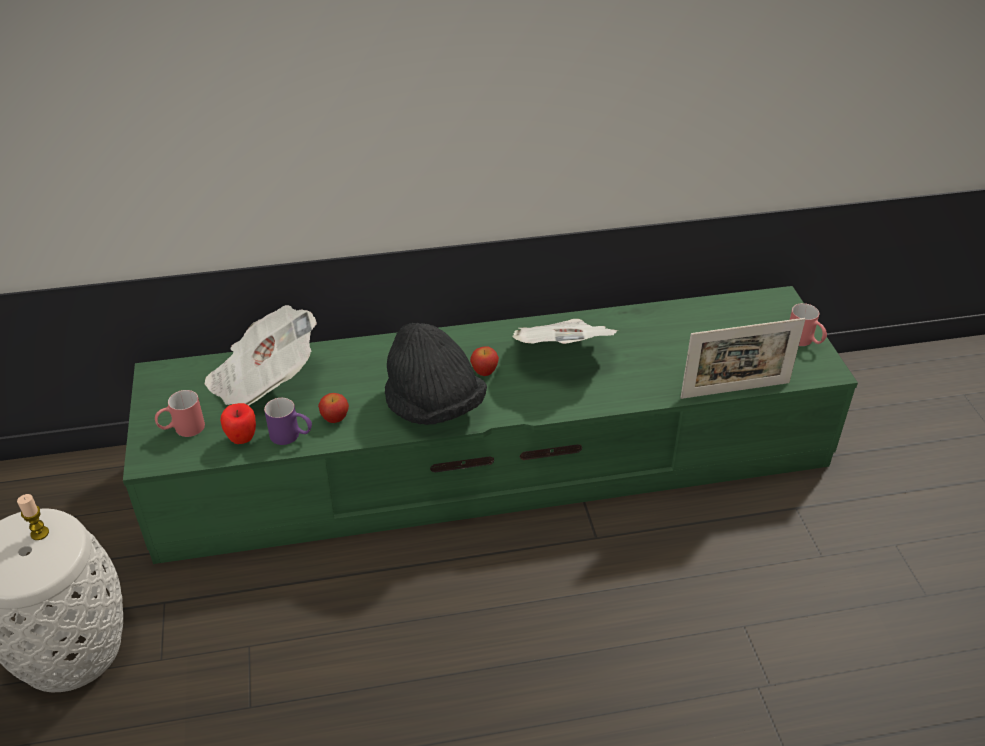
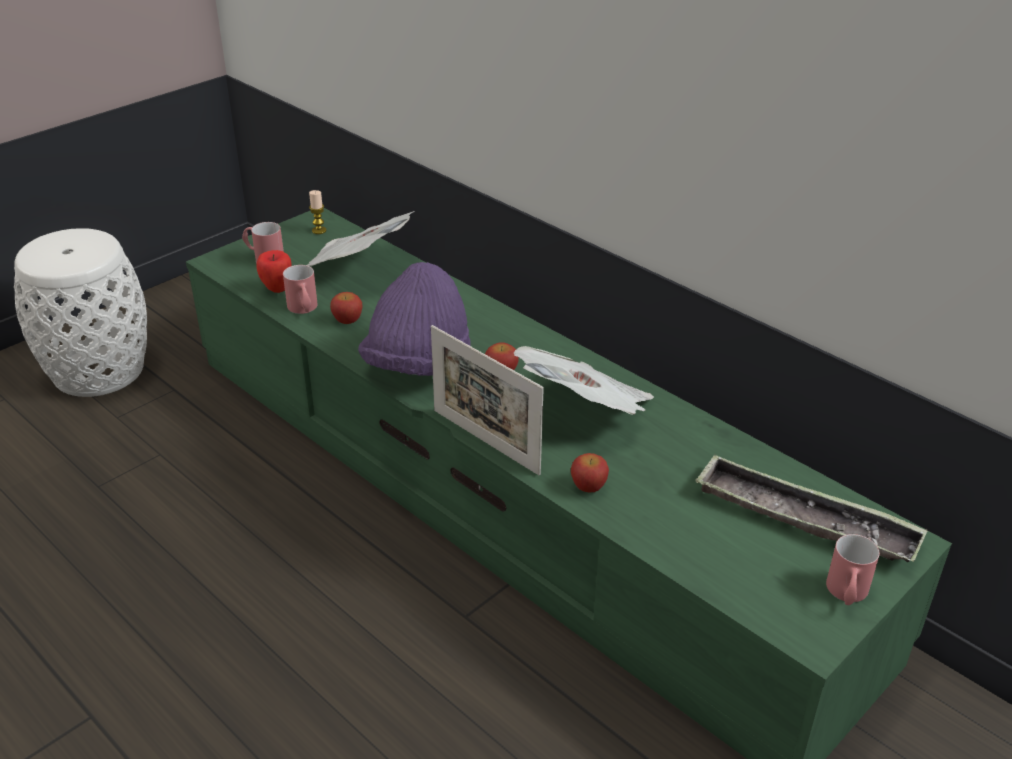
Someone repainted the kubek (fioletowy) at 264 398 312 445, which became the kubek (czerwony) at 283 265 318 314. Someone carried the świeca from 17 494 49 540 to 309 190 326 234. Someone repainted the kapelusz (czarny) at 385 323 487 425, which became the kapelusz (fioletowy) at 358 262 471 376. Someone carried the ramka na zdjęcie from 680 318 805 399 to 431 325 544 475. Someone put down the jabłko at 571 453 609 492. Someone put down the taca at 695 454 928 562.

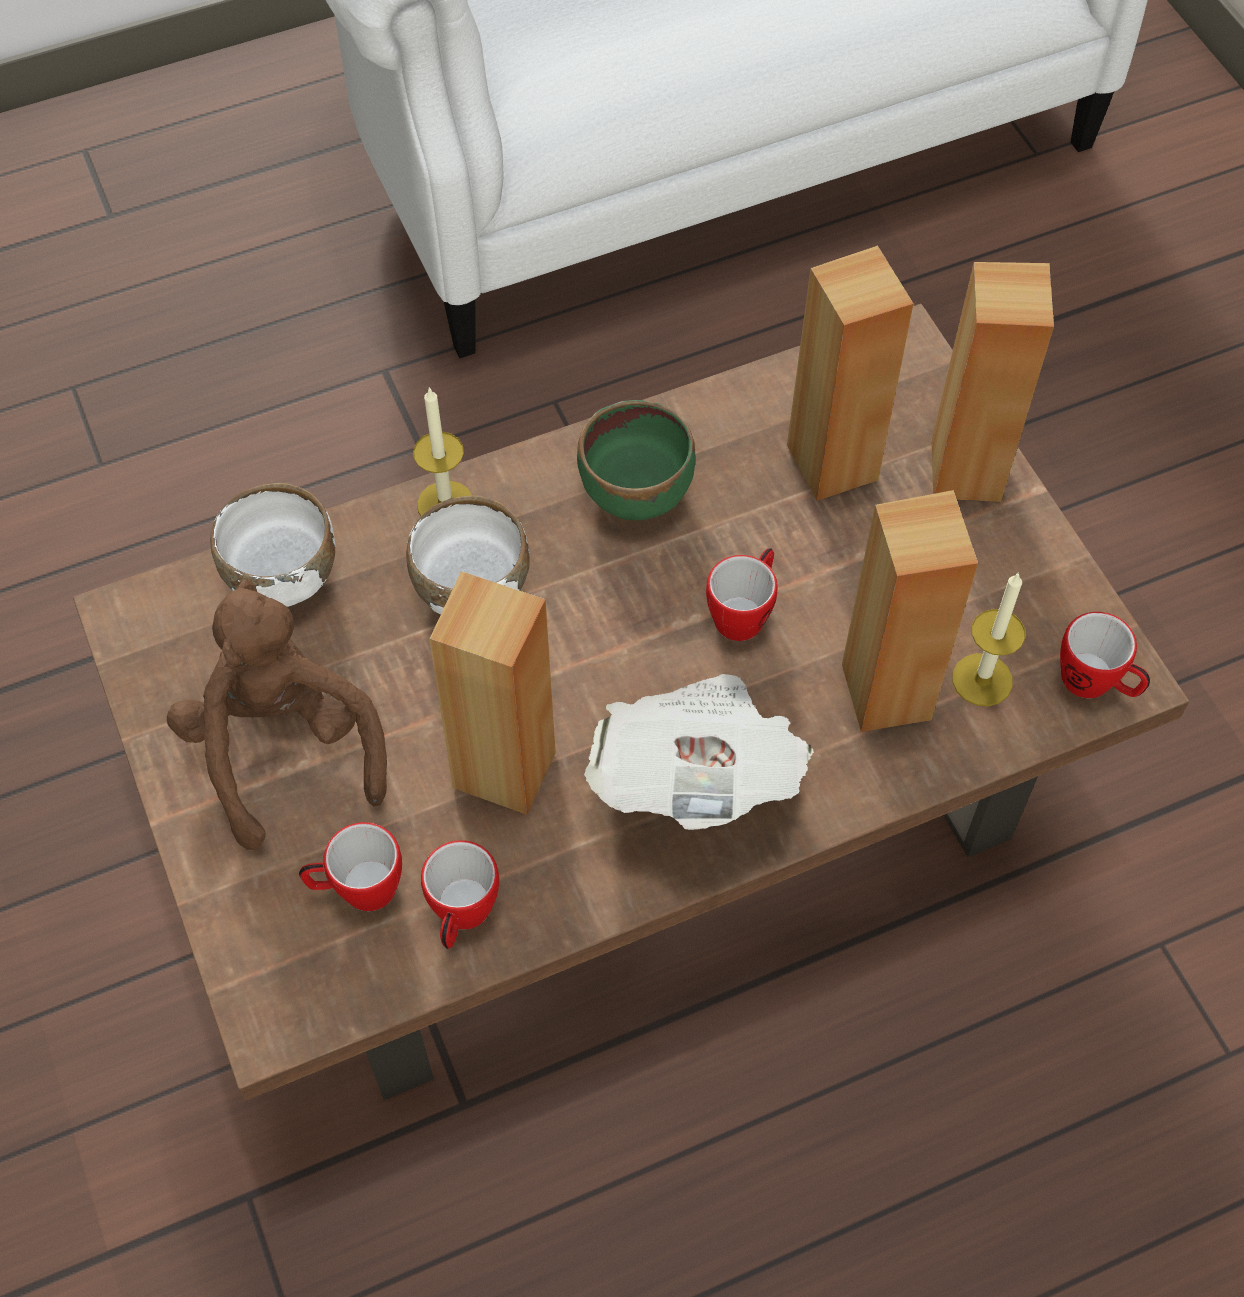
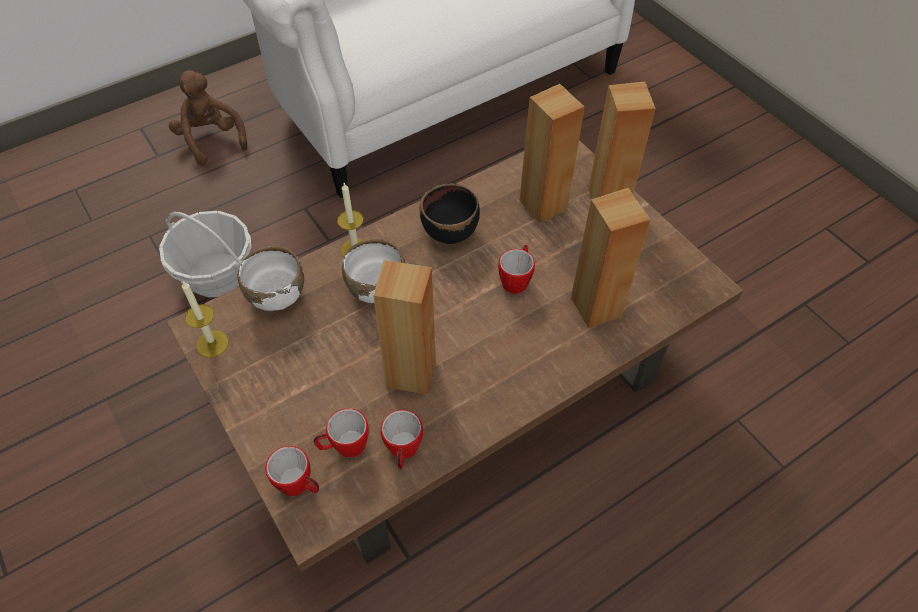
Someone put down the koszyk at 159 211 251 298. Someone carried the pluszak (brązowy) from 167 580 387 850 to 169 71 247 166. Someone carried the świeca from 952 573 1025 707 to 182 281 229 358. Someone carried the kubek from 1060 612 1150 698 to 266 446 319 496. Someone repainted the miska (zielony) at 577 400 695 520, which became the miska (czarny) at 420 183 480 244. Someone took away the gazeta at 584 674 814 830.

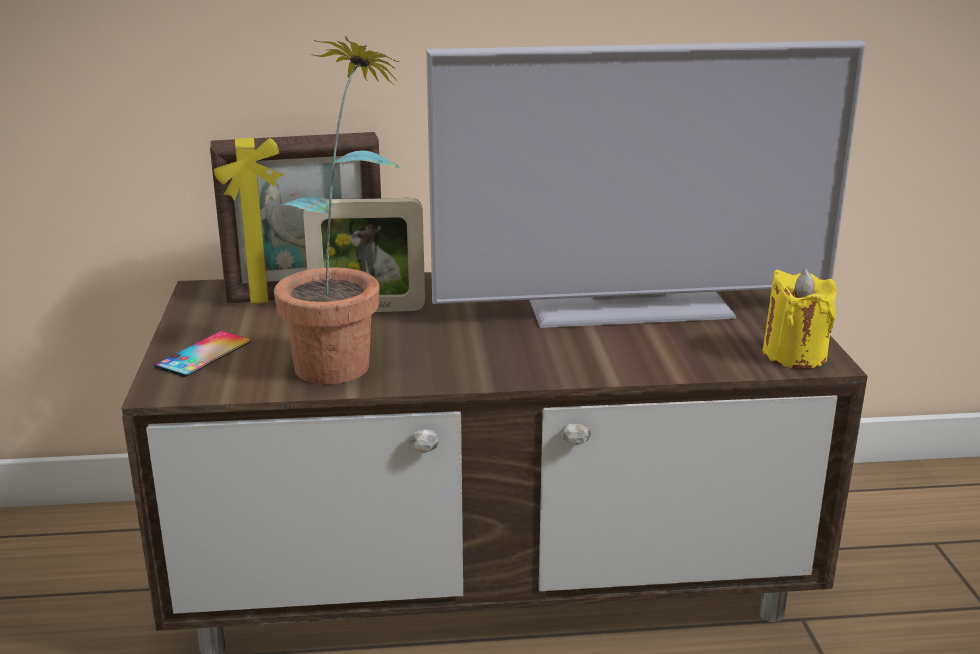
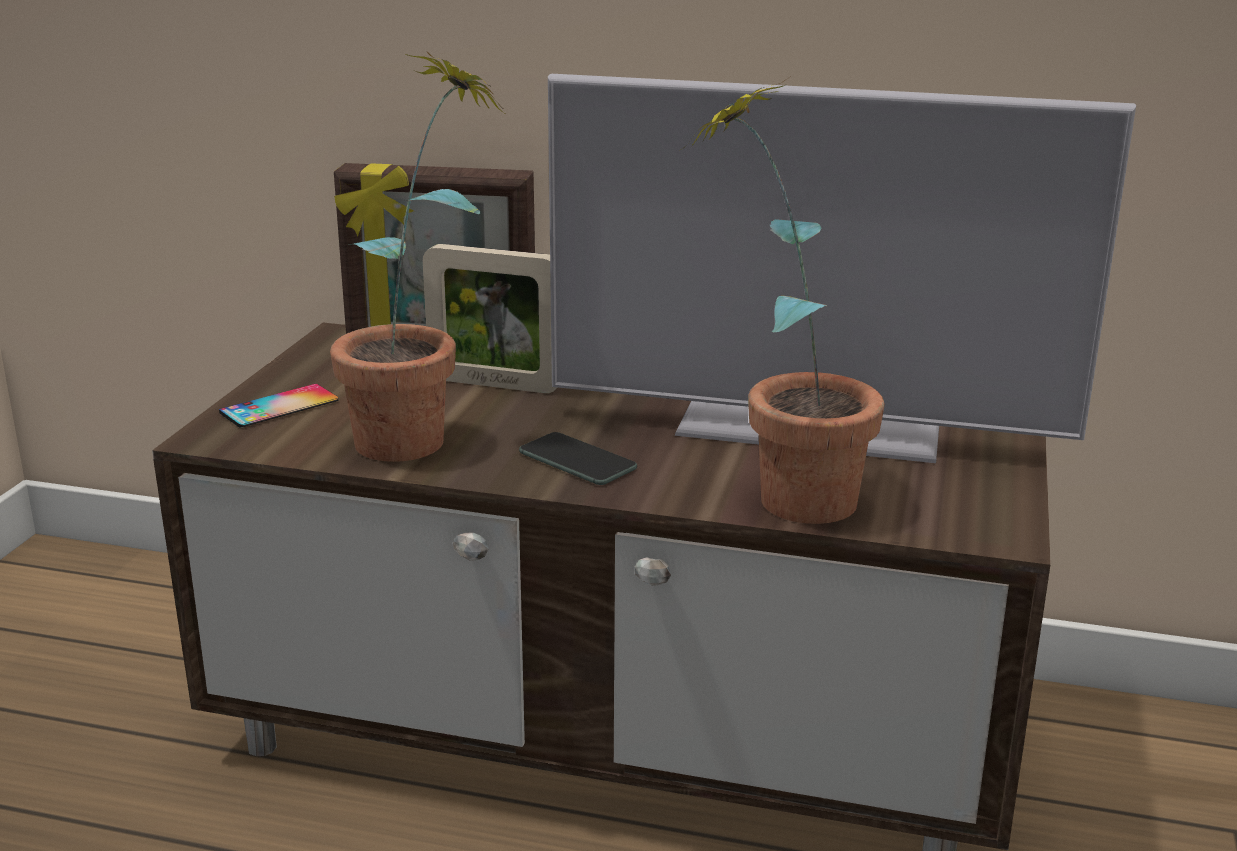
Someone put down the telefon at 519 432 637 485. Someone put down the roślina doniczkowa at 681 76 885 524. Someone took away the świeca (żółty) at 762 269 837 369.

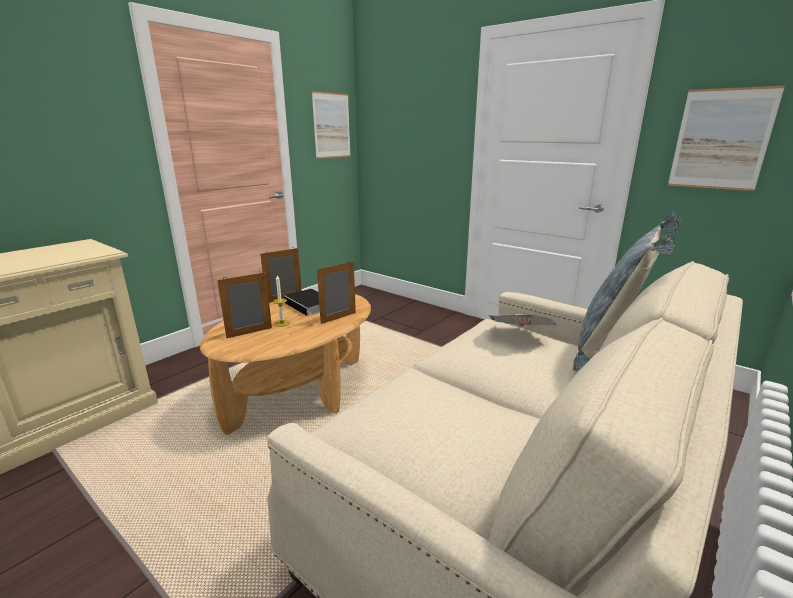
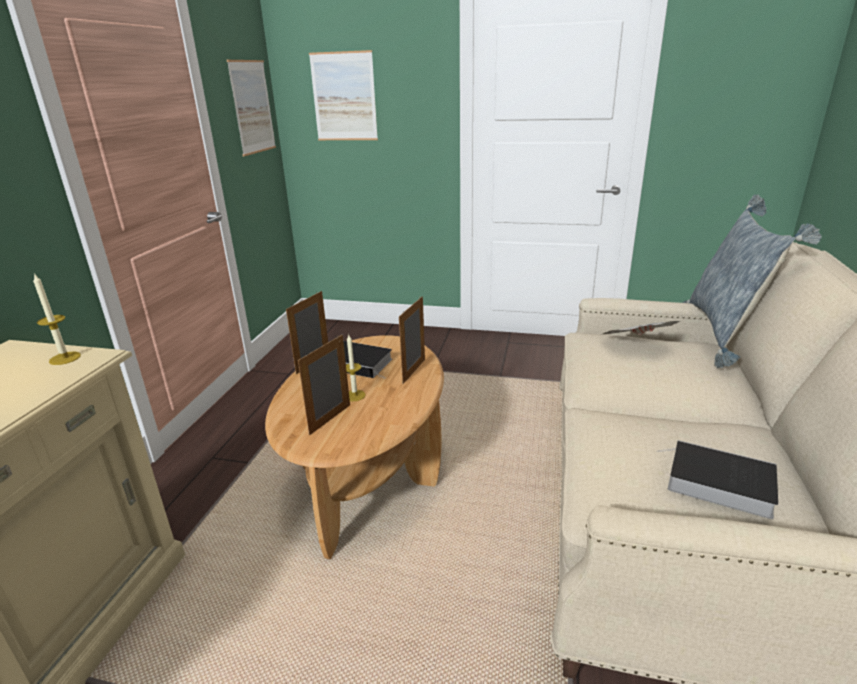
Someone put down the świeca at 33 273 81 365. Someone carried the obraz from 668 86 785 191 to 309 50 378 140. Someone put down the książka at 656 440 778 519.

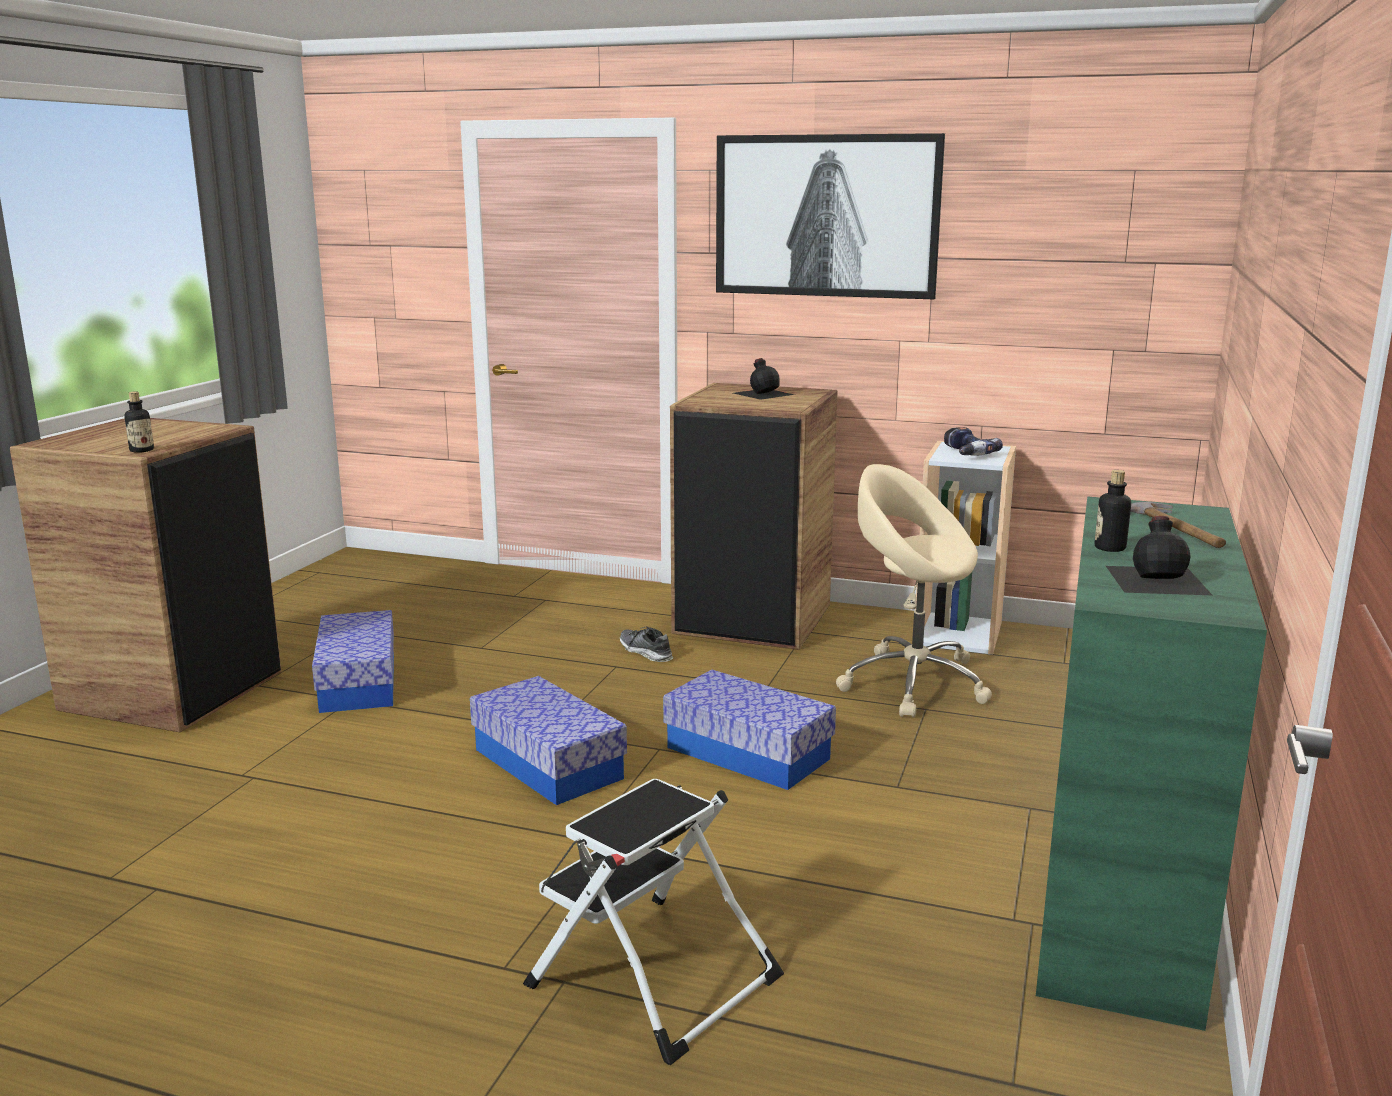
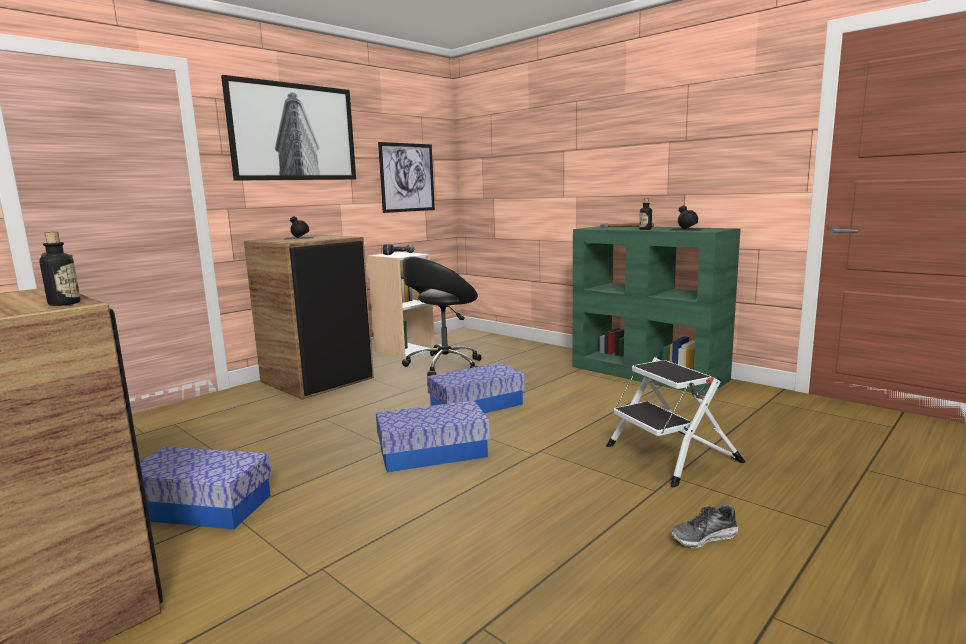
Someone put up the obraz at 378 142 435 213. Someone repainted the krzesło biurowe (beżowy) at 836 464 992 717, which became the krzesło biurowe (czarny) at 402 256 482 376. Someone carried the but from 619 627 673 662 to 671 504 739 548.

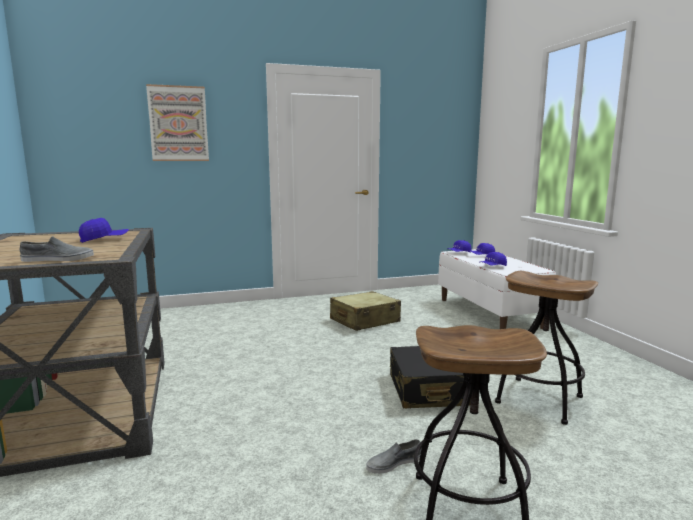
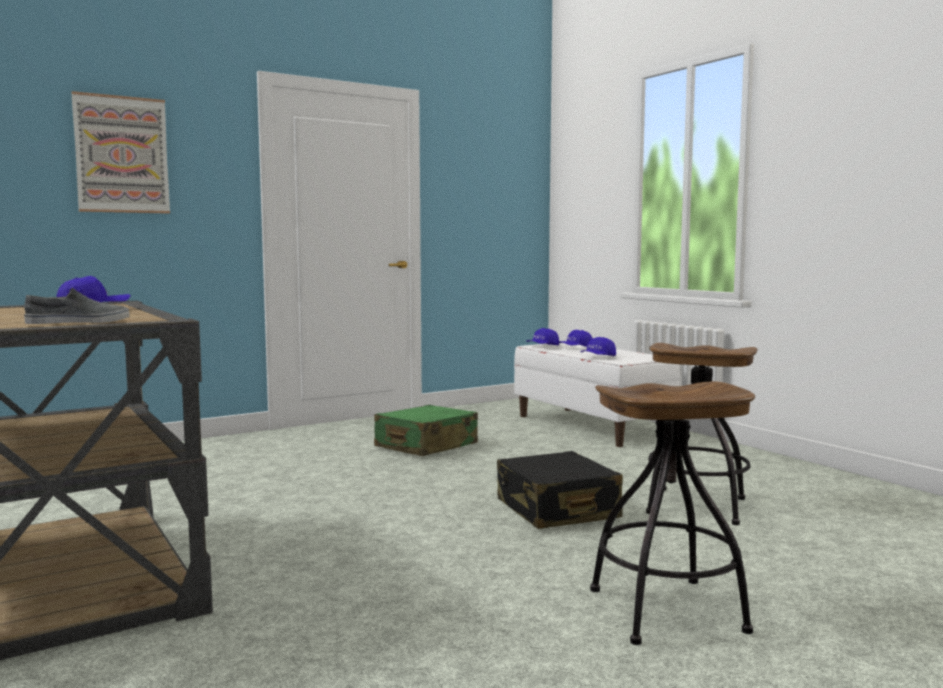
Someone repainted the walizka (beżowy) at 330 291 401 331, which became the walizka (zielony) at 374 405 478 456. Someone took away the but (szary) at 366 439 422 474.

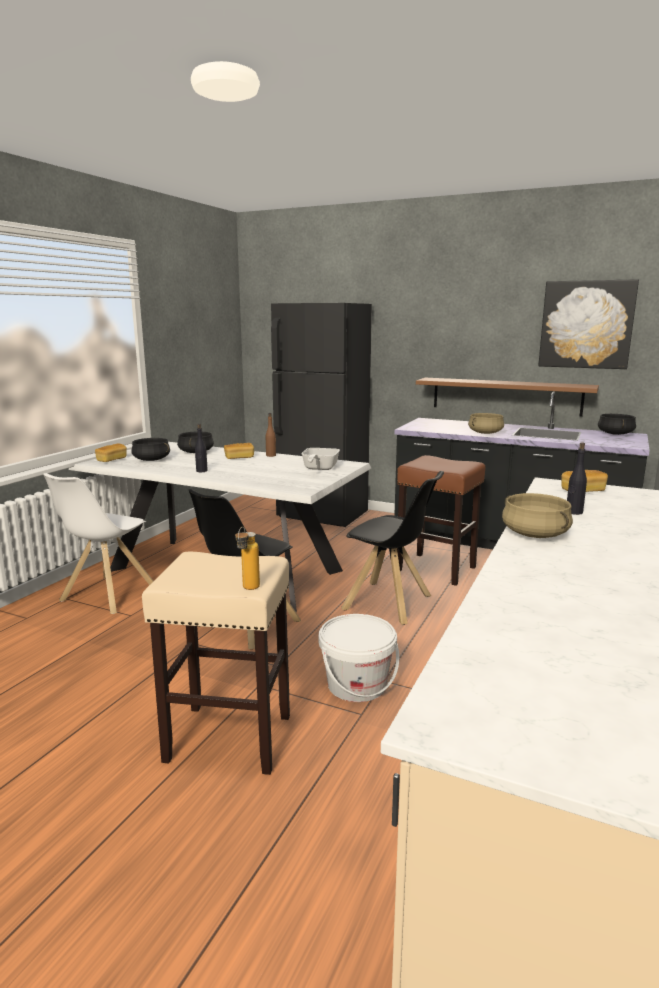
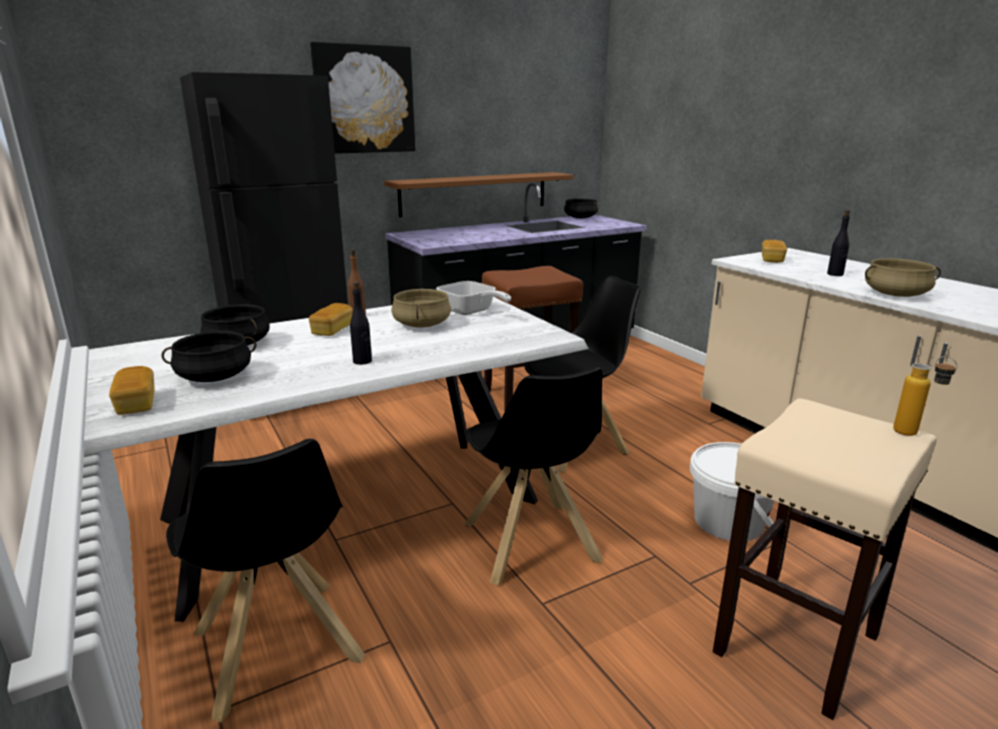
Someone repainted the krzesło (biały) at 43 473 153 614, which became the krzesło (czarny) at 166 439 365 723. Someone carried the obraz from 538 279 639 369 to 310 42 416 154. Someone carried the garnek (beżowy) from 468 413 504 434 to 391 289 451 328.

